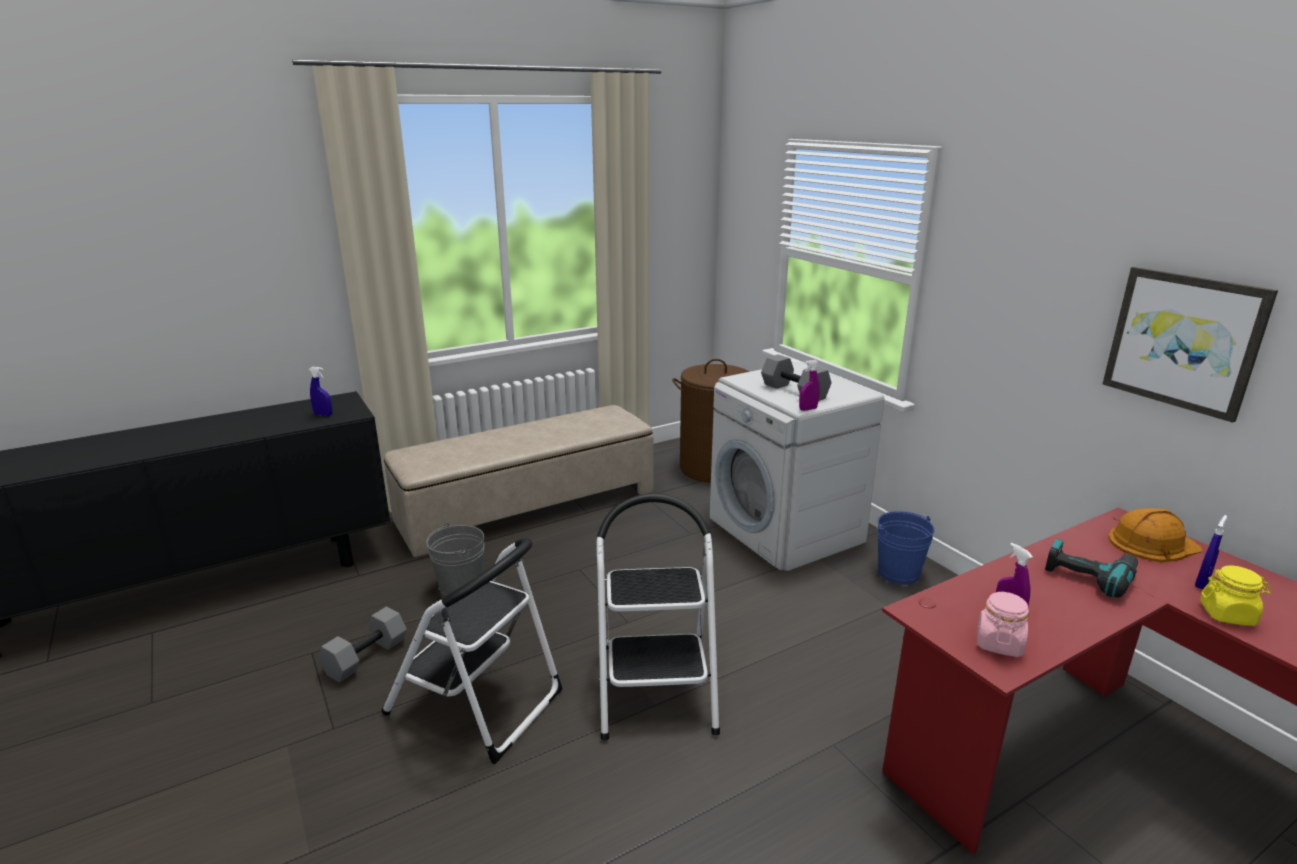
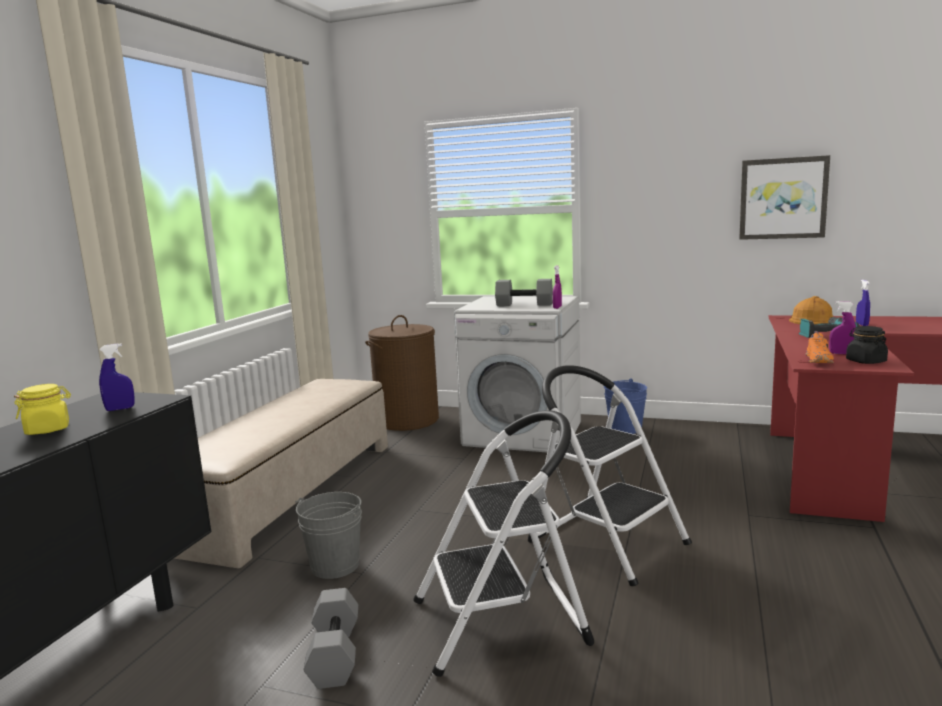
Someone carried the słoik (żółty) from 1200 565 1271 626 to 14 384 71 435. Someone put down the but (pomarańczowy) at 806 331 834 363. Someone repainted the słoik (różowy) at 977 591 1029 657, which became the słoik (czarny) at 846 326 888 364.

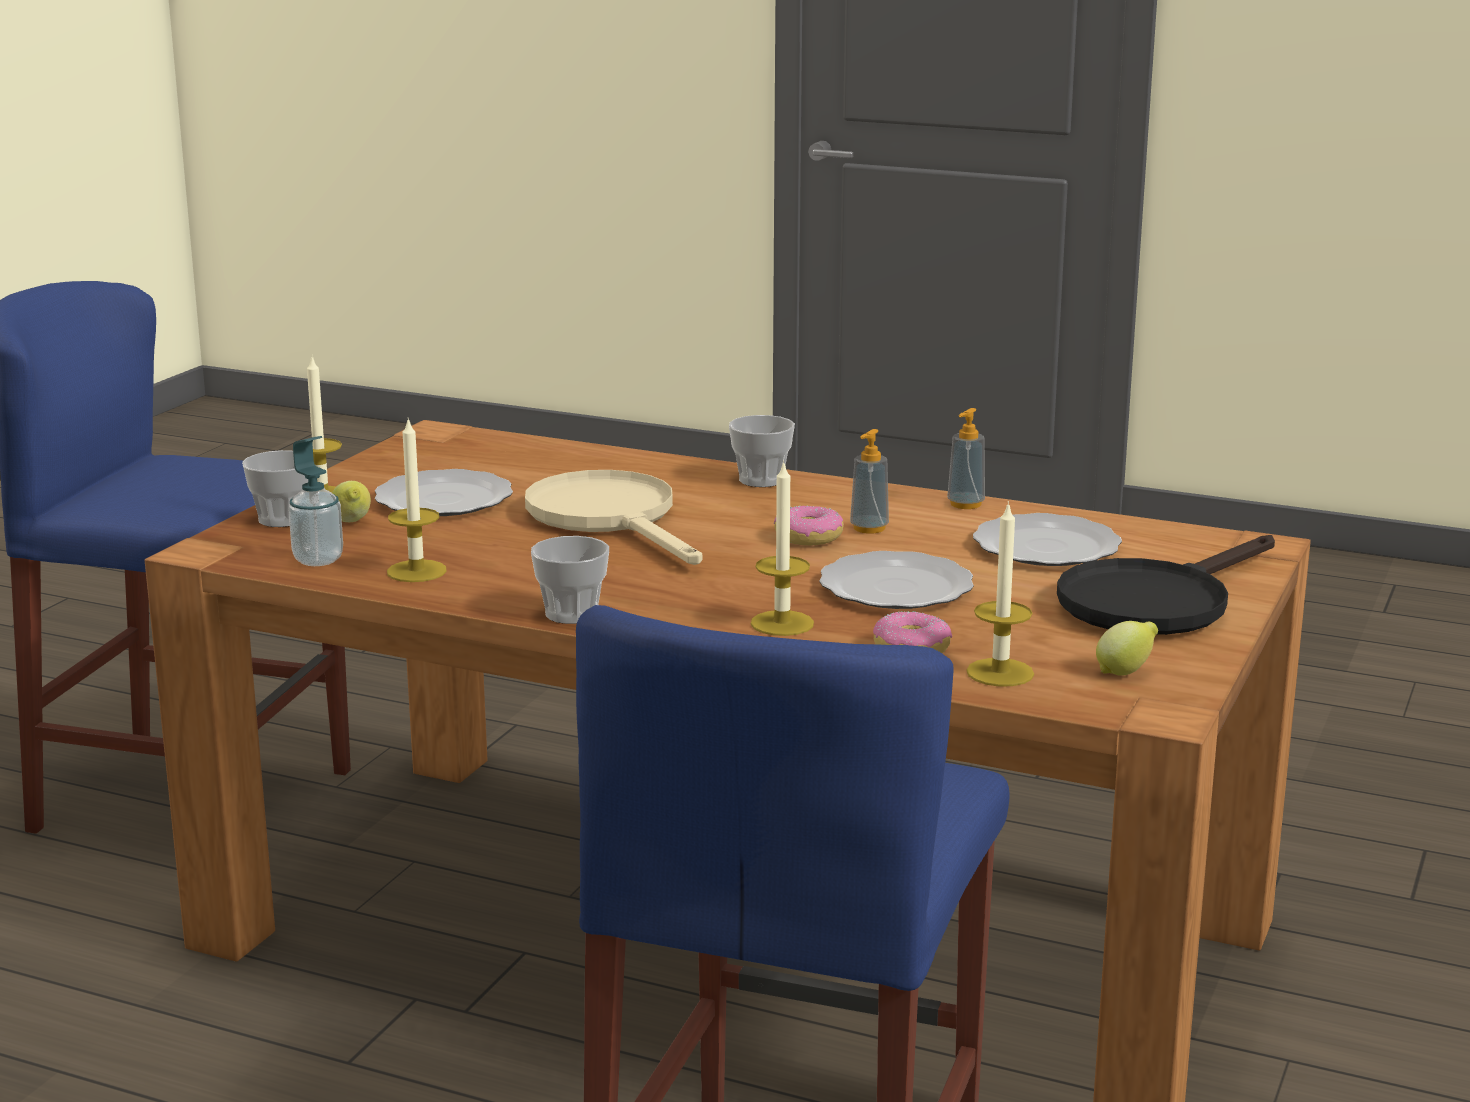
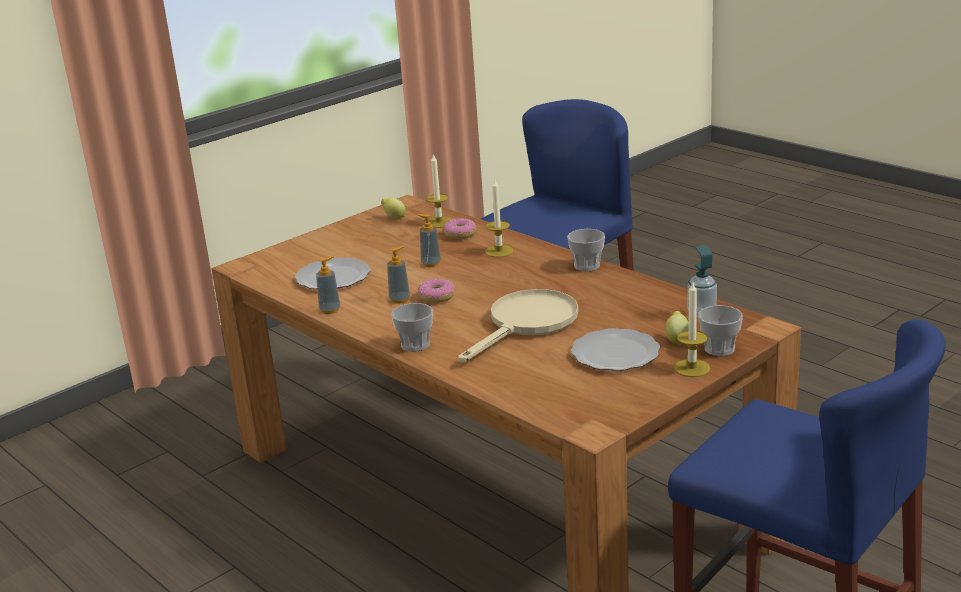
Someone swapped the talerz at 819 551 974 609 for the dozownik mydła at 418 214 441 267. Someone rotated the patelnia (beżowy) at 525 470 702 565 by 135 degrees counterclockwise. Someone took away the świeca at 387 418 447 582. Someone took away the patelnia (czarny) at 1057 535 1275 635.

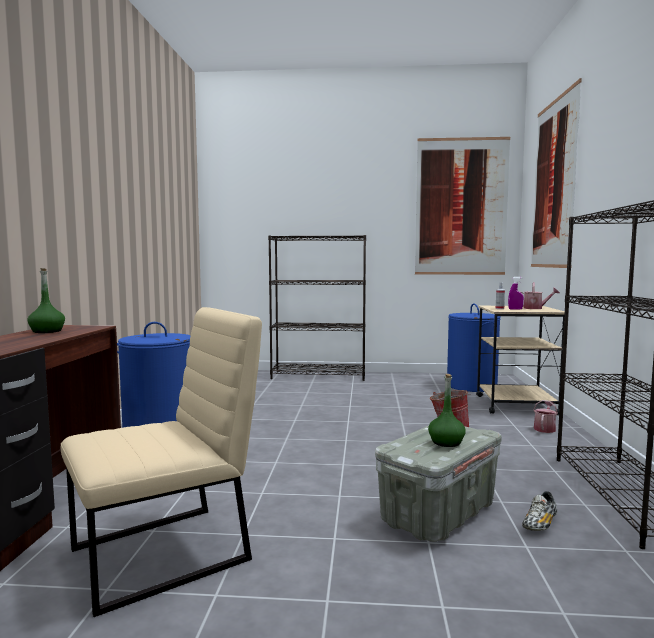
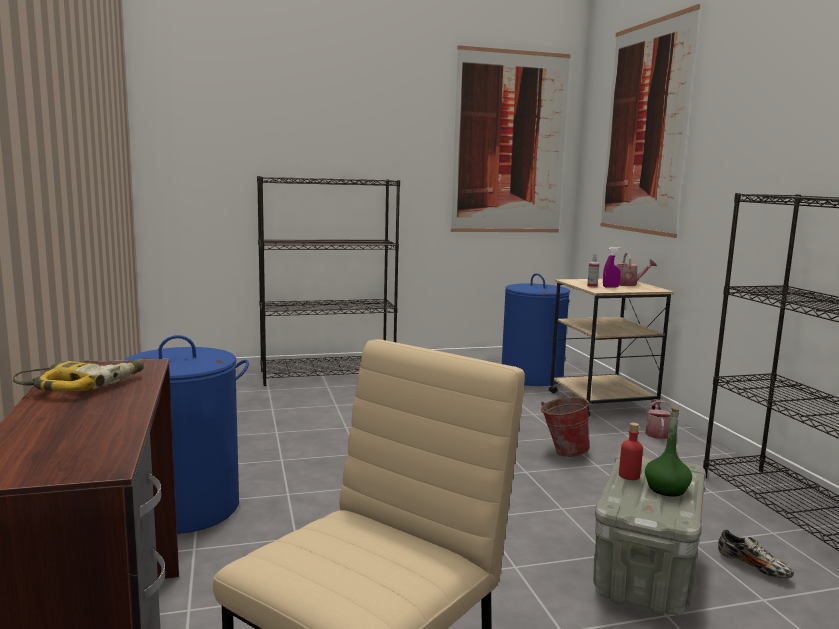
Someone swapped the butelka (zielony) at 27 268 65 333 for the wiertarka at 13 359 144 391. Someone put down the butelka (czerwony) at 619 423 643 480. Someone rotated the but at 522 491 557 531 by 60 degrees counterclockwise.

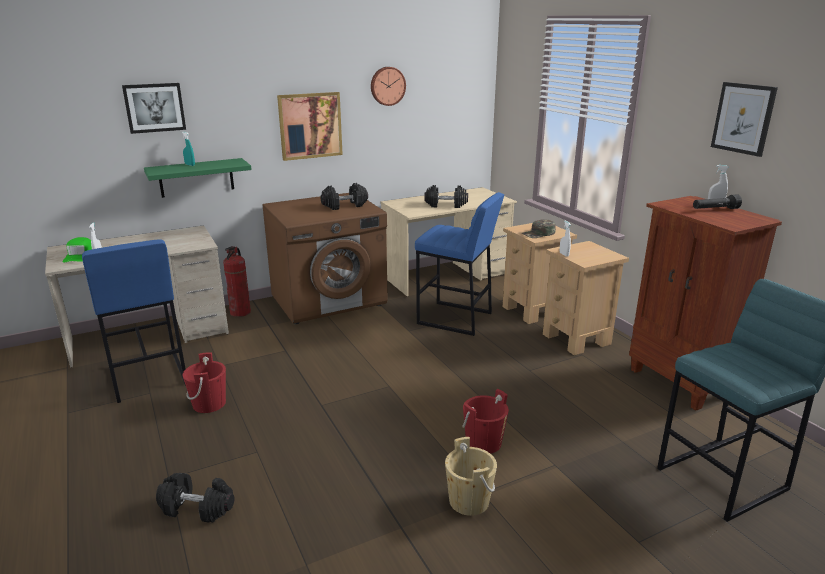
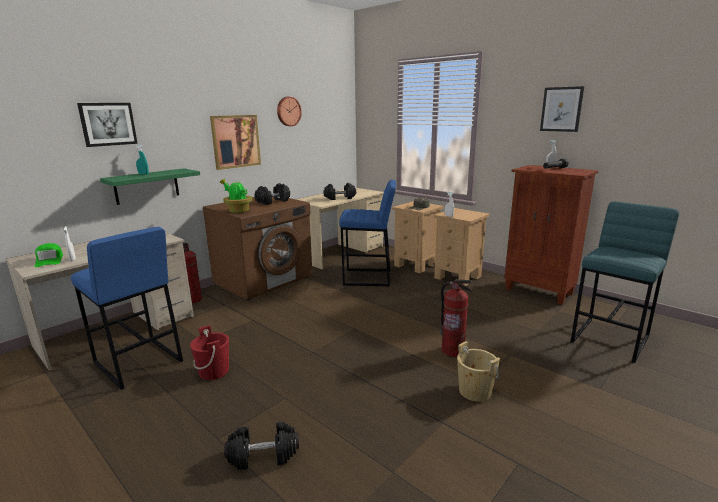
Someone put down the roślina doniczkowa at 220 179 252 213. Someone swapped the wiadro (czerwony) at 462 389 509 454 for the gaśnica at 440 279 472 357.

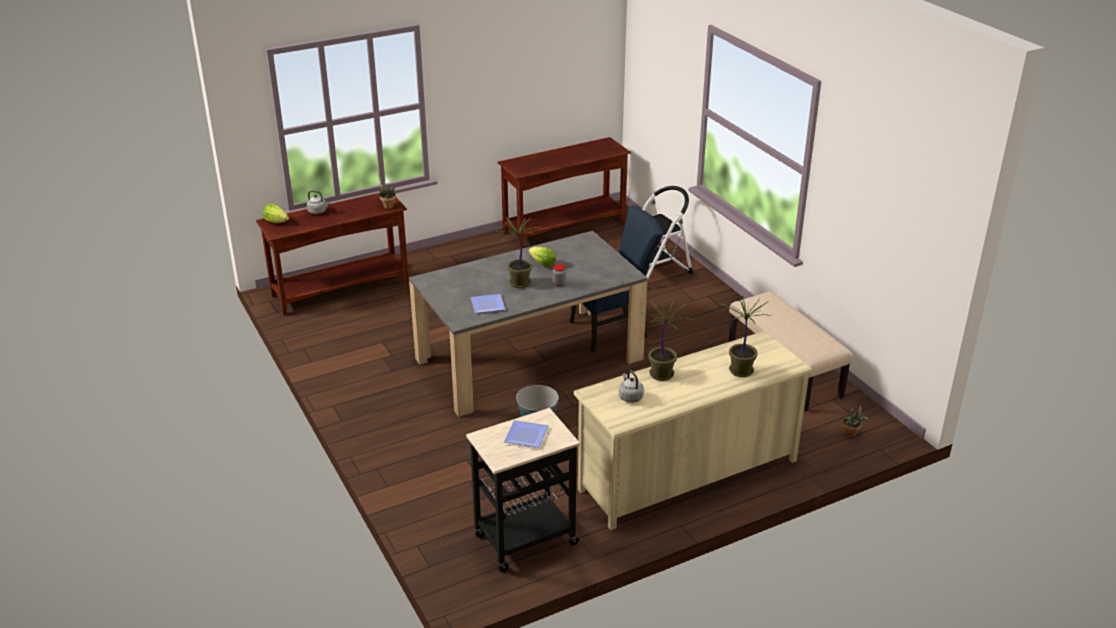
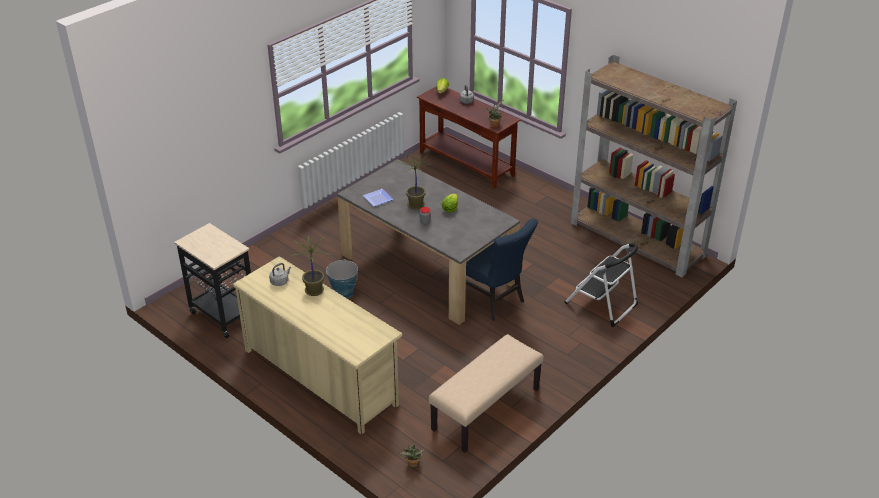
Someone swapped the stolik konsolowy (brązowy) at 497 137 631 249 for the regał (brązowy) at 571 55 737 278. Someone took away the talerz at 504 420 549 448. Someone took away the roślina doniczkowa at 721 296 772 377.

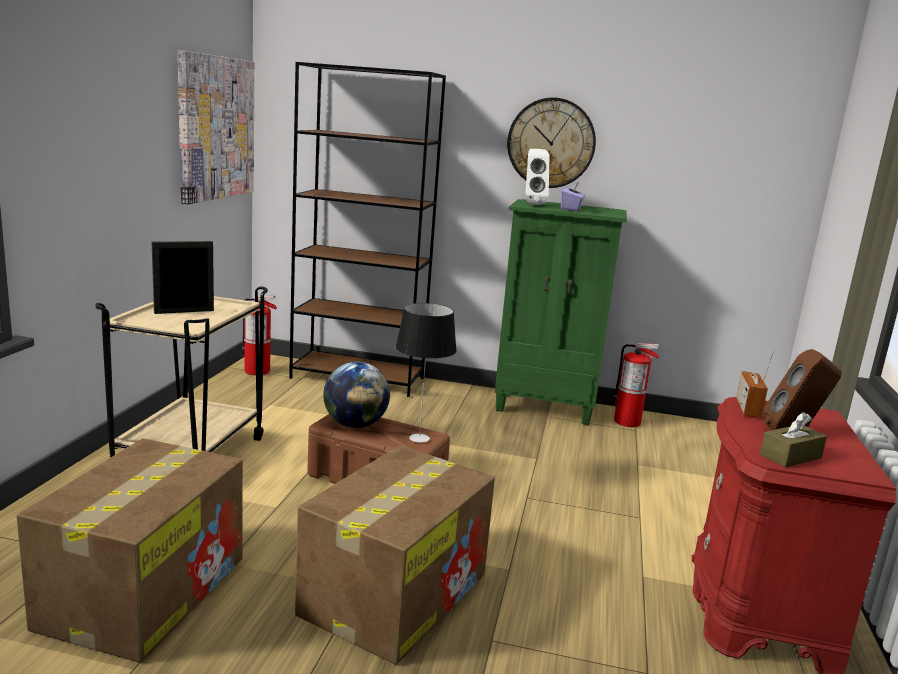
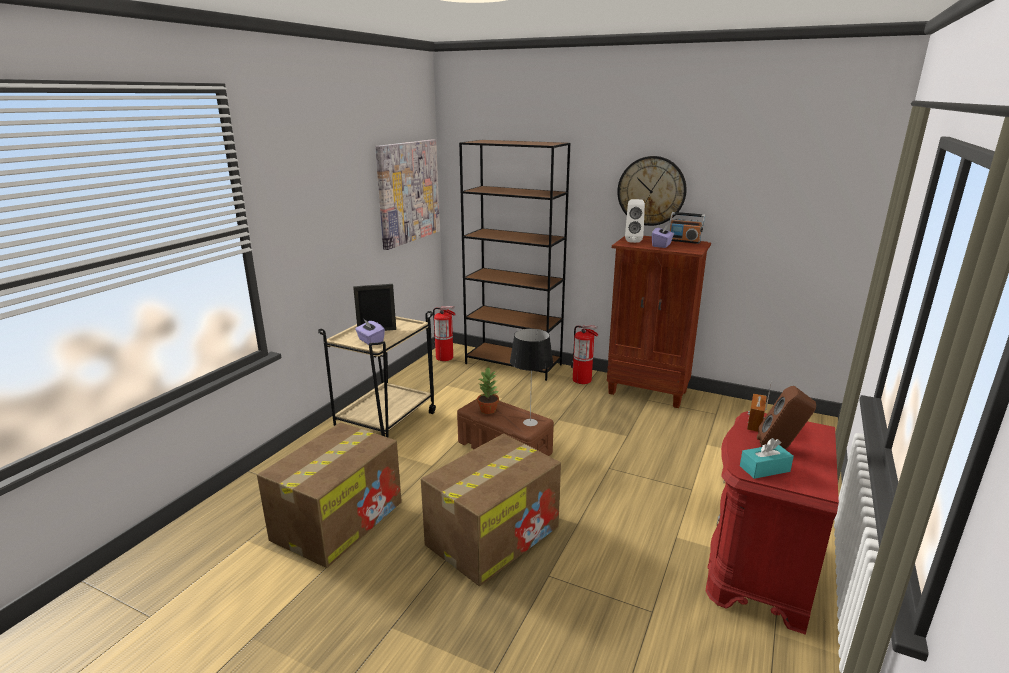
Someone put down the pudełko chusteczek (fioletowy) at 355 320 385 345. Someone swapped the globus at 323 362 390 428 for the roślina doniczkowa at 477 367 499 414. Someone carried the gaśnica from 611 343 659 427 to 571 325 598 384. Someone repainted the szafka (zielony) at 495 199 627 425, which became the szafka (brązowy) at 607 236 711 408. Someone put down the radio at 670 212 705 244. Someone repainted the pudełko chusteczek (brązowy) at 760 412 827 467, which became the pudełko chusteczek (turkusowy) at 740 438 794 479.

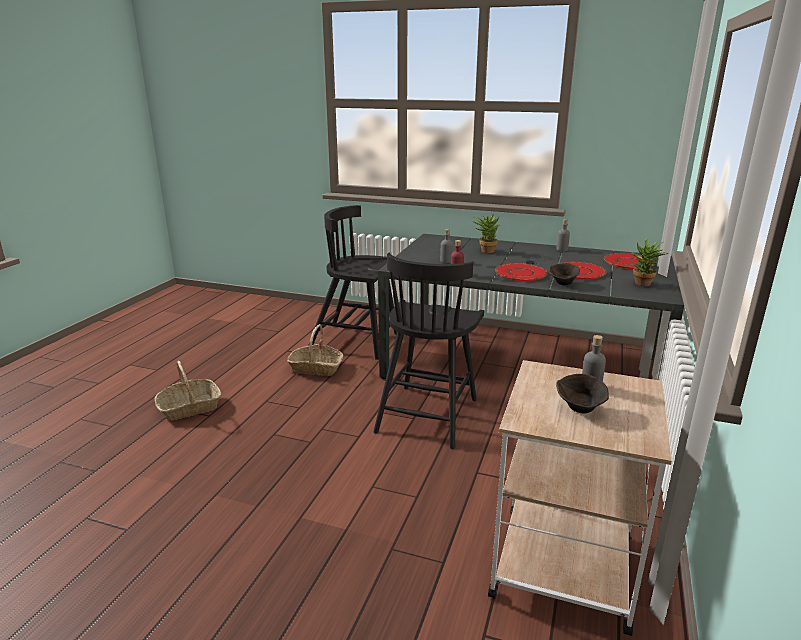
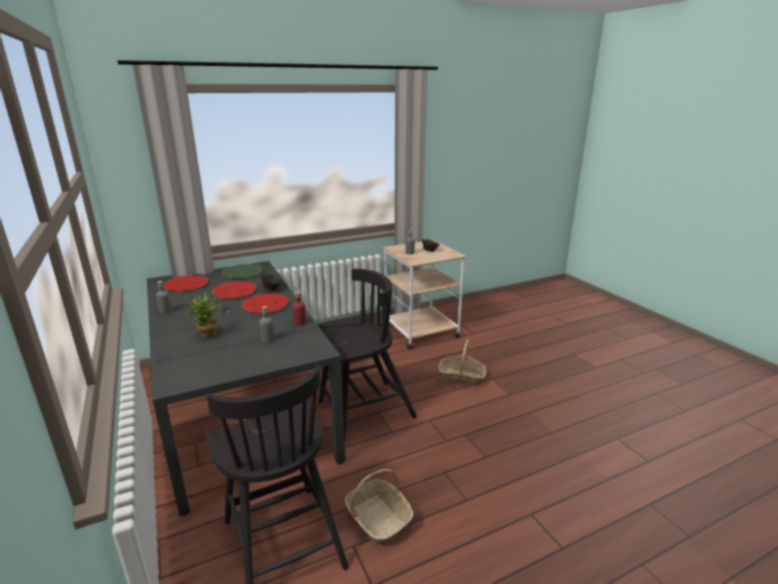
Someone swapped the roślina doniczkowa at 631 238 669 286 for the talerz (zielony) at 222 264 263 279. Someone carried the koszyk from 154 361 221 421 to 439 340 486 386.

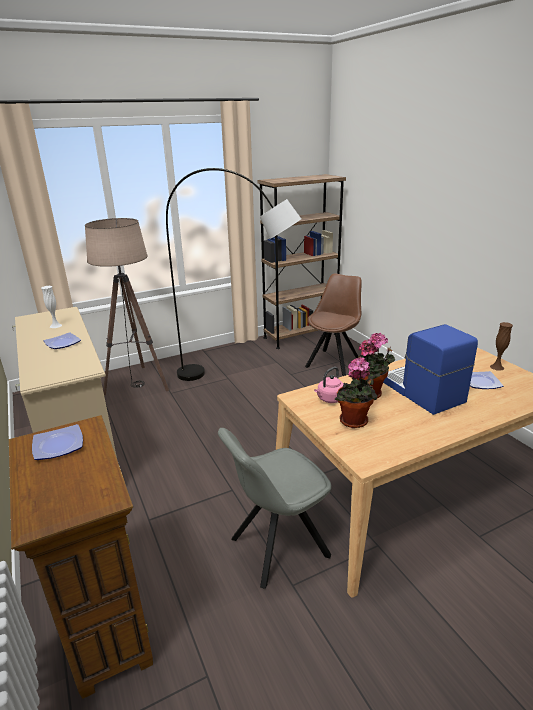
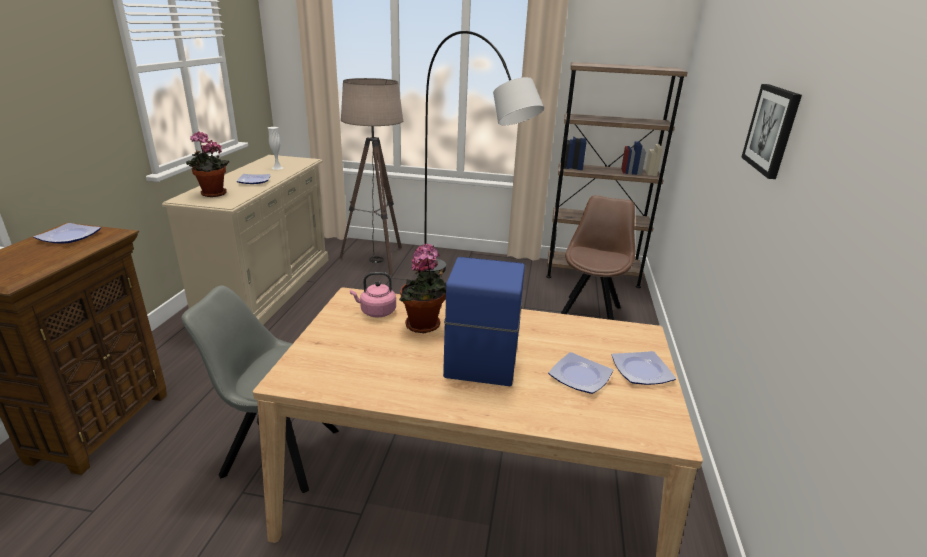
Someone carried the roślina doniczkowa from 335 357 377 428 to 186 131 229 197. Someone rotated the krzesło (brązowy) at 305 273 362 376 by 45 degrees counterclockwise. Someone swapped the wazon (brązowy) at 490 322 513 371 for the talerz at 611 351 676 385. Someone put up the obraz at 741 84 802 179.

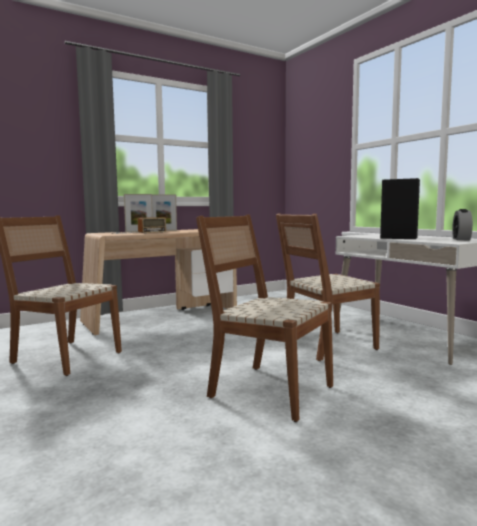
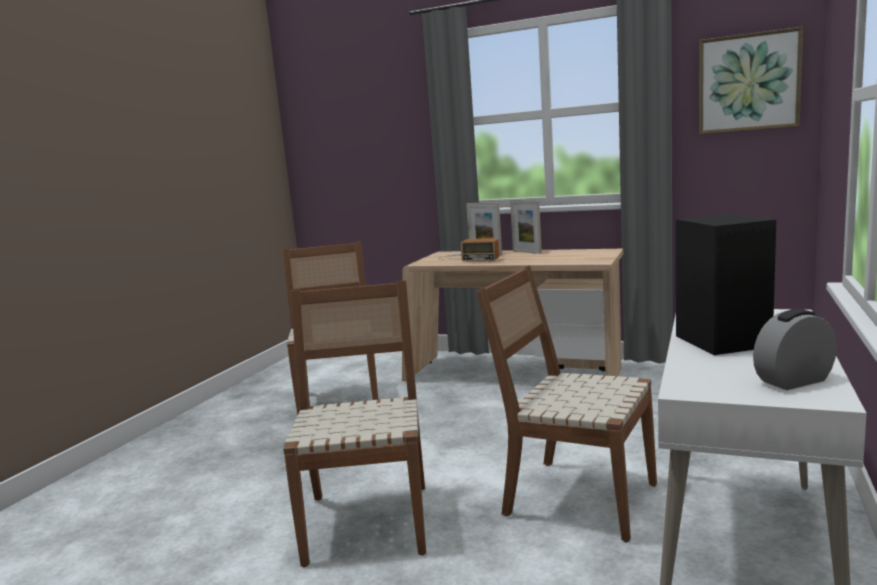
Someone put up the obraz at 699 27 803 134.

